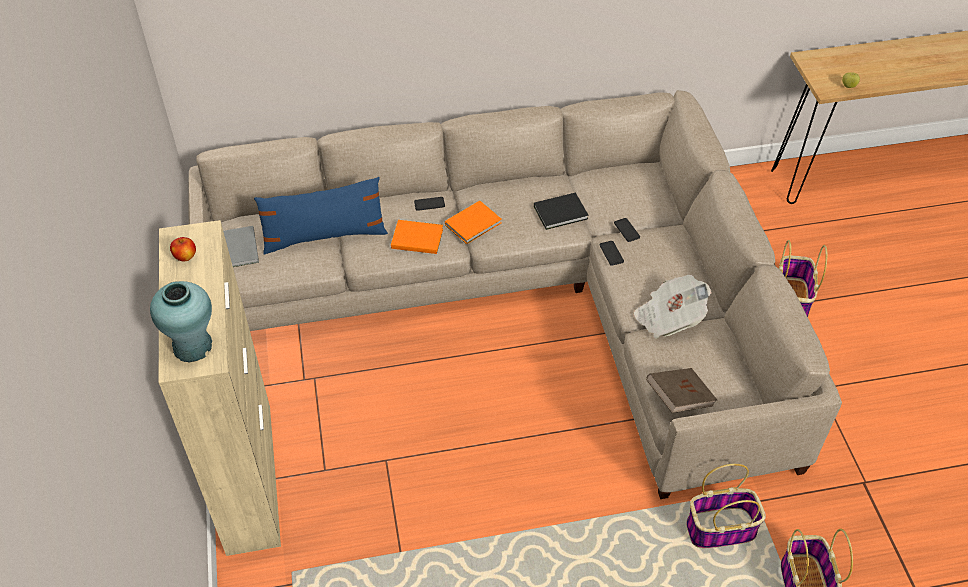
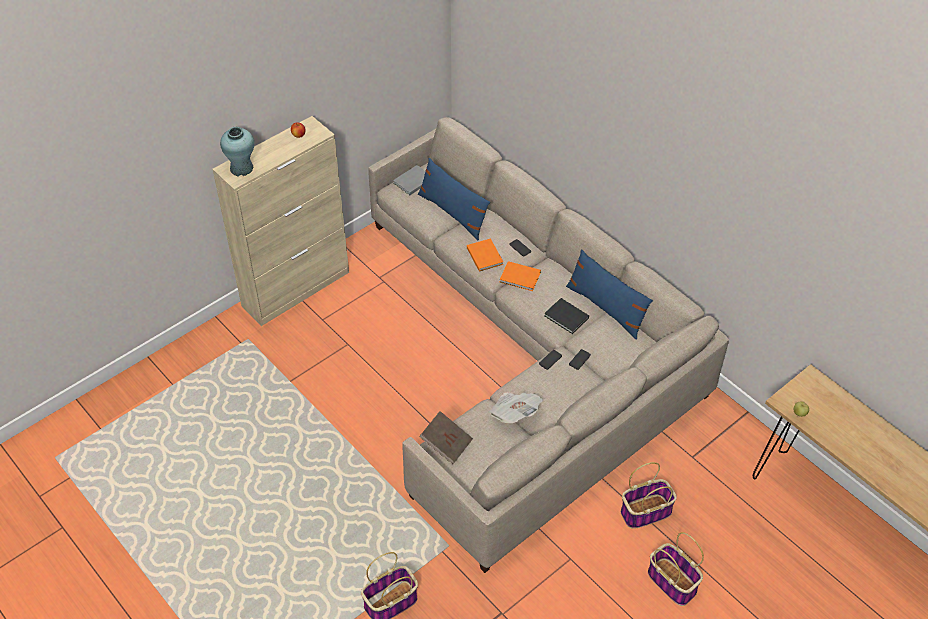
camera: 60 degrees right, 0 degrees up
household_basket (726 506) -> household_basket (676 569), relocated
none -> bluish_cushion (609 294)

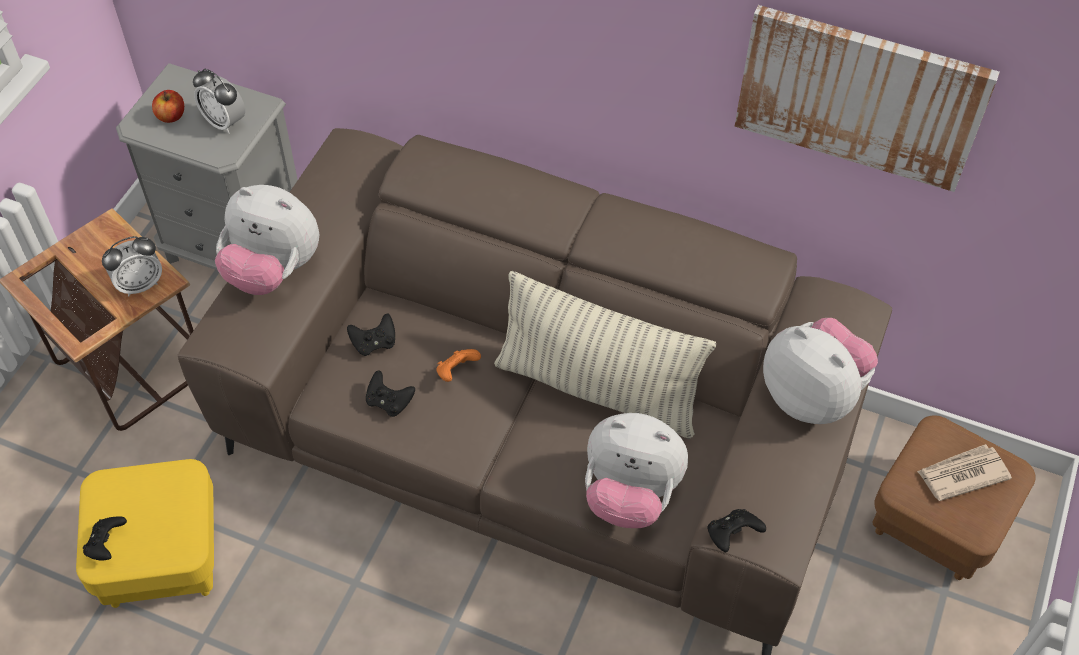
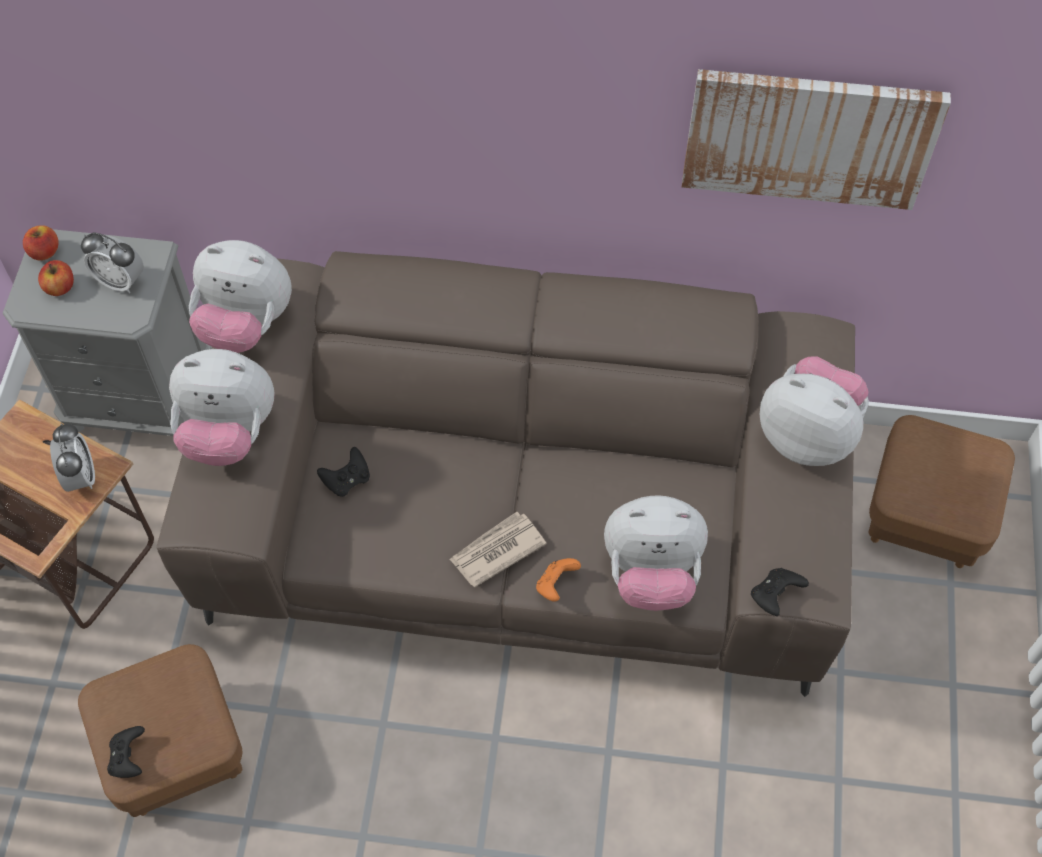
camera: 15 degrees left, 5 degrees up
yellowish_footrest (145 533) -> brownish_footrest (160 730)
bedside_clock (132 266) -> bedside_clock (72 457), 60 degrees counterclockwise
blackish_joypad (390 393) -> none
orange-coloured_joypad (458 365) -> orange-coloured_joypad (558 580), relocated
cushion (605 355) -> none
daily_paper (964 472) -> daily_paper (497 549), relocated
none -> apple_fruit (40 243)
none -> plush_toy (240 296)

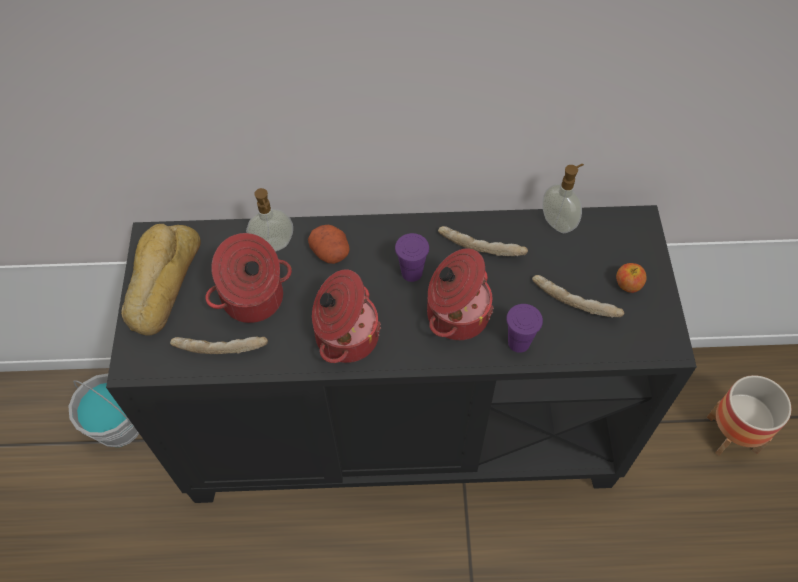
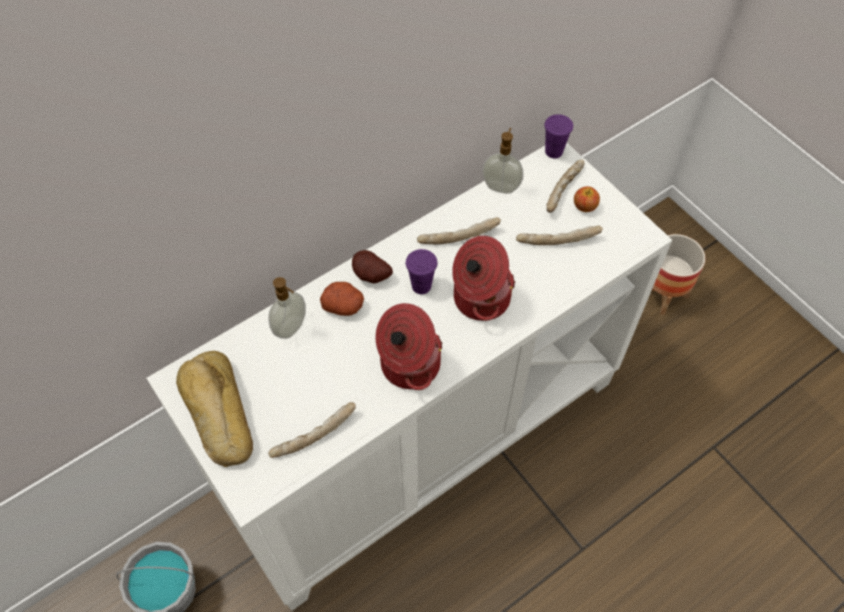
camera: 35 degrees left, 0 degrees up
blackish_cabinet (401 354) -> whitish_cabinet (409 377)
cooking_pot (249 278) -> none
purple-coloured_cup (524 328) -> purple-coloured_cup (559 136), relocated
none -> spud (372 266)
none -> bakery_bread (565 186)

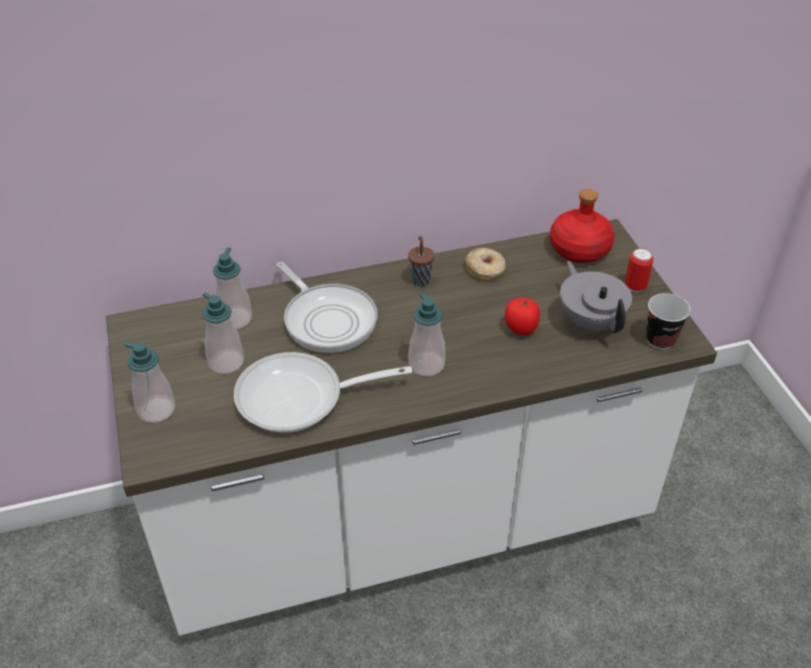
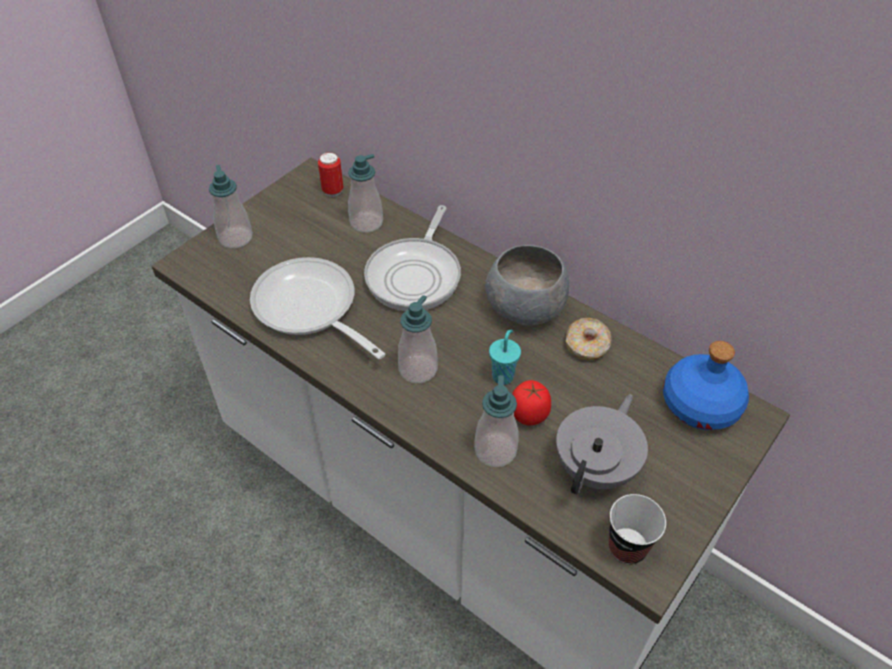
camera: 55 degrees right, 5 degrees up
soap_bottle (223 333) -> soap_bottle (496 421), relocated
brownish_cup (421 261) -> greyish_deep_dish (527 285)
red_bottle (582 226) -> bluish_bottle (706 385)
can (639 270) -> can (331 174), relocated
none -> turquoise-coloured_cup (505 357)

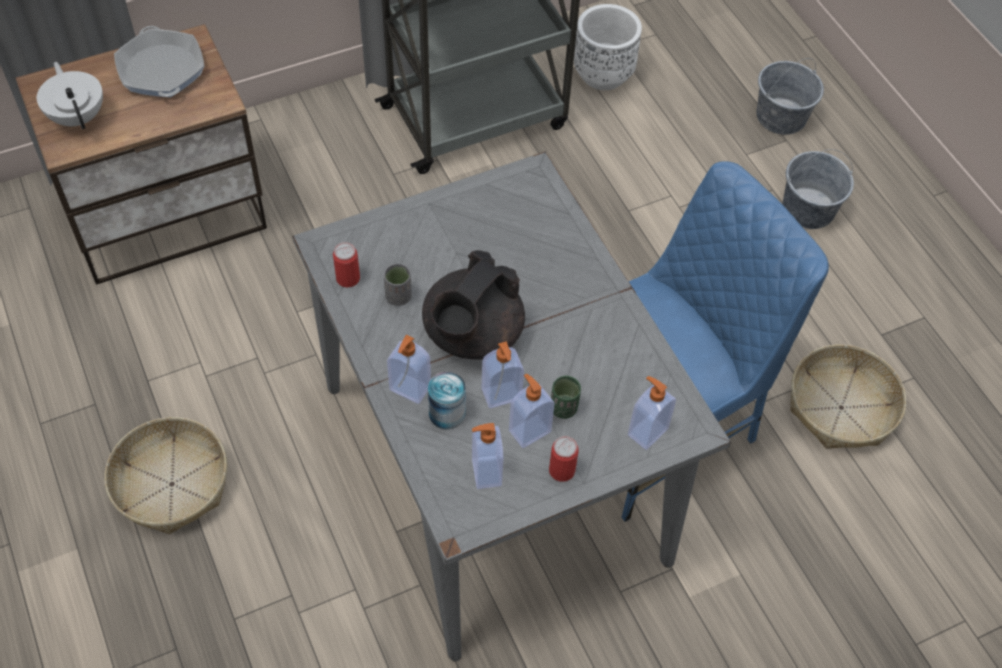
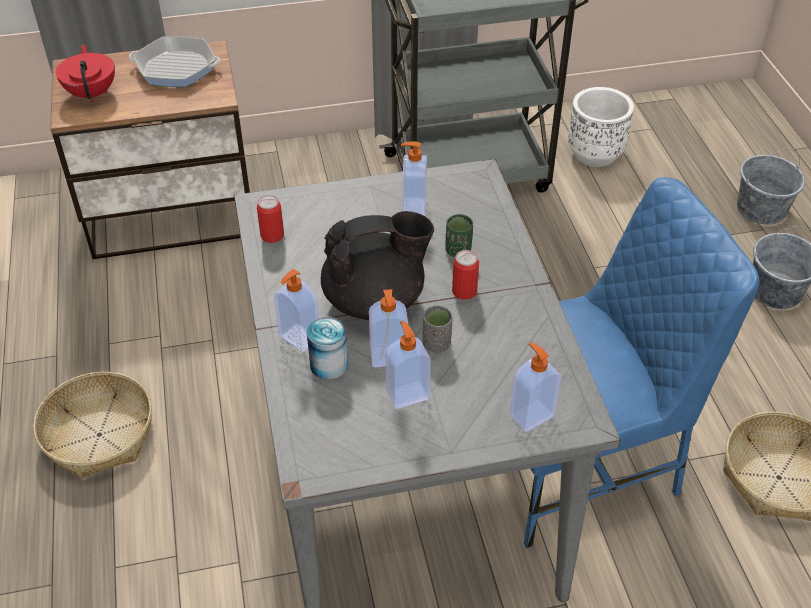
camera: 15 degrees right, 10 degrees down
whitish_pot_for_tea (70 95) -> red_pot_for_tea (85 73)
skillet (159 61) -> skillet (174 61), 75 degrees counterclockwise
greyish_cup (398 285) -> greyish_cup (438 329), relocated
blackish_pot_for_tea (473 305) -> blackish_pot_for_tea (377 265), 150 degrees counterclockwise
soap_bottle (487 456) -> soap_bottle (414 178), relocated
can (564 459) -> can (465 275), relocated
greenish_cup (566 397) -> greenish_cup (459 235), relocated

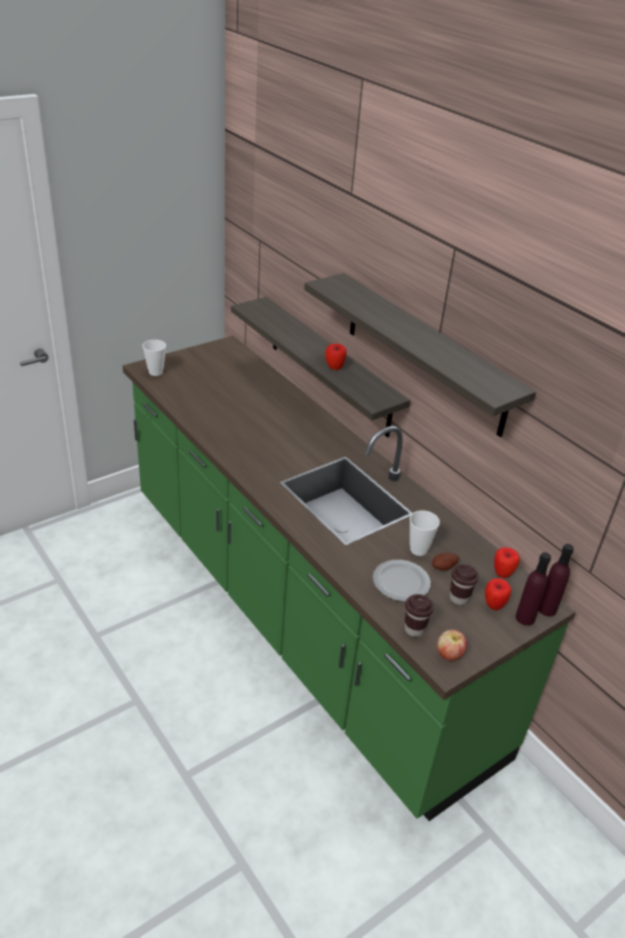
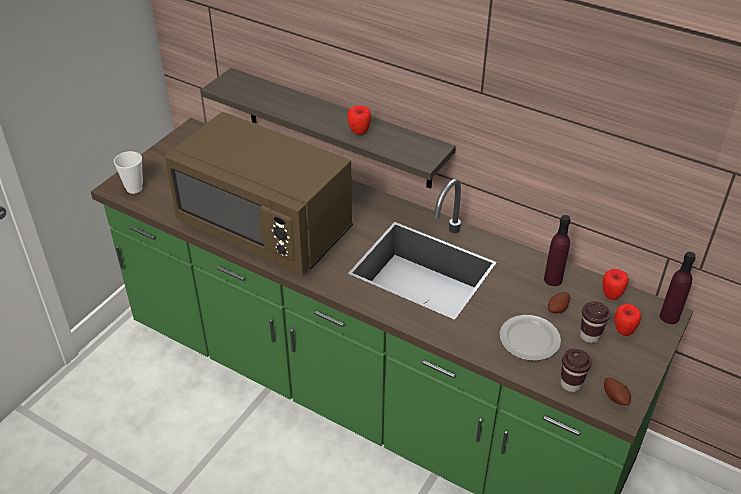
camera: 20 degrees left, 5 degrees up
wall_shelf (420 355) -> none
cup (425 533) -> none
apple_fruit (452 645) -> spud (617 391)
purple-coloured_bottle (533 589) -> purple-coloured_bottle (557 250), relocated
none -> brownish_microwave_oven (259 193)

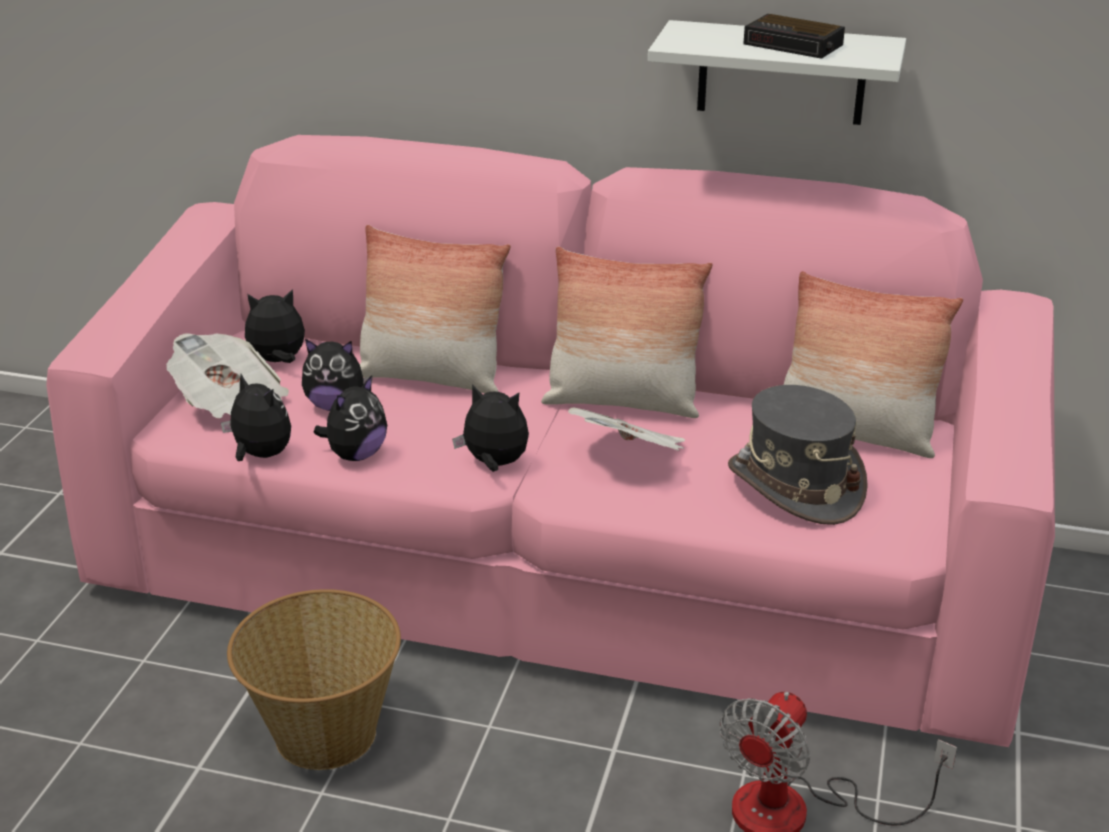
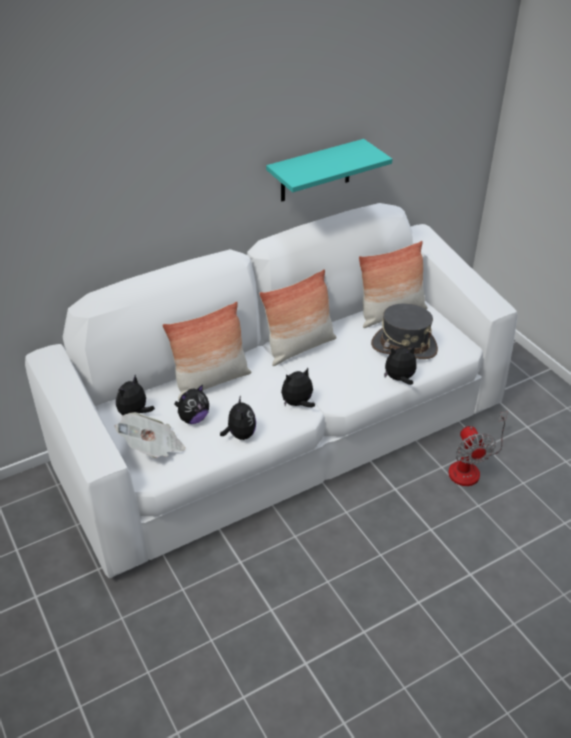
camera: 45 degrees left, 10 degrees up
pink-coloured_couch (550 441) -> whitish_couch (271 390)
plush_toy (256 417) -> plush_toy (400 365), relocated
household_basket (314 679) -> none
daily_paper (626 429) -> none
whitish_wall_shelf (777 72) -> turquoise-coloured_wall_shelf (329 170)
bedside_clock (794 36) -> none

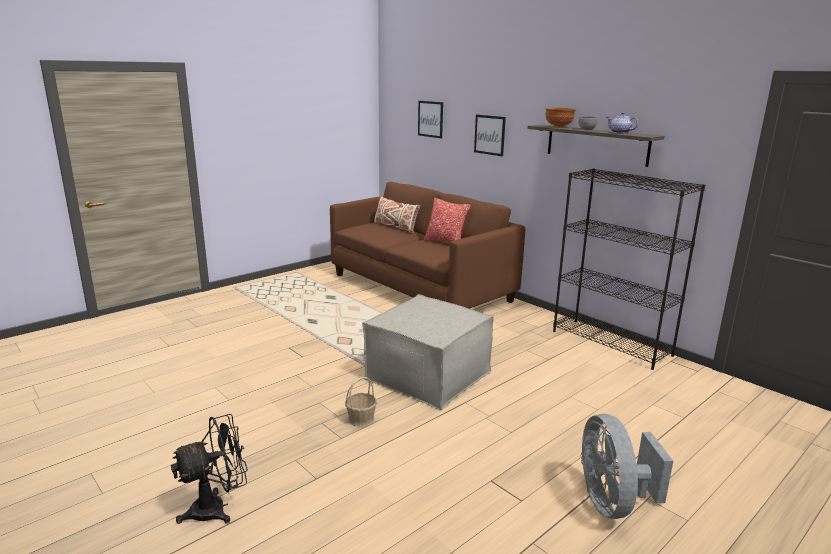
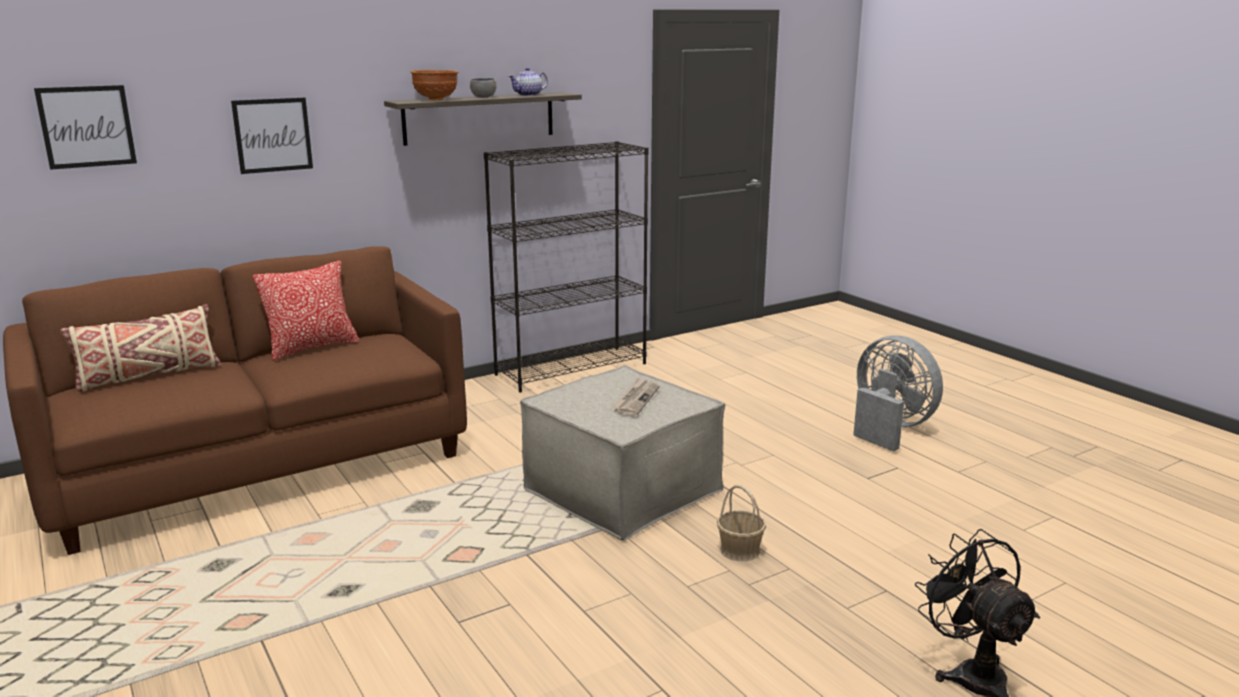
camera: 80 degrees left, 0 degrees up
greyish_fan (627 466) -> greyish_fan (898 394), 135 degrees counterclockwise
none -> daily_paper (636 396)

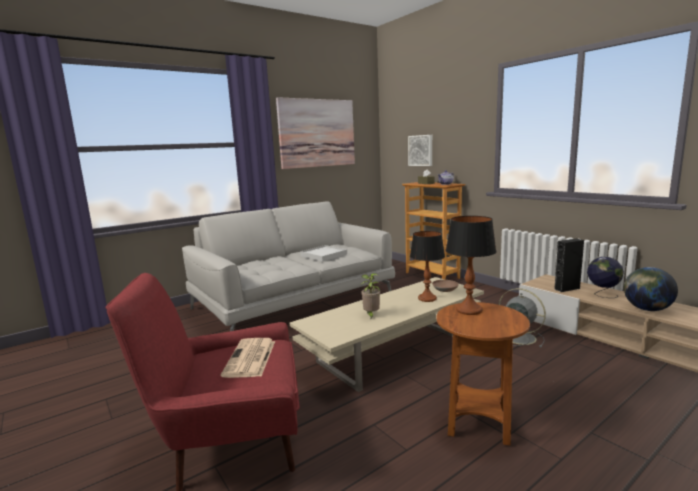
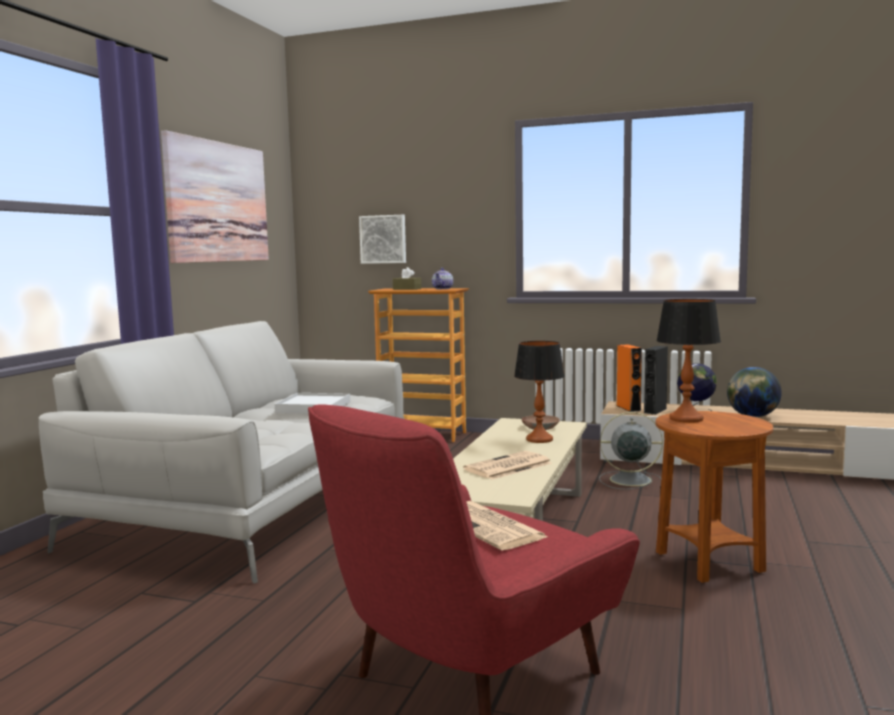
camera: 35 degrees left, 5 degrees down
houseplant (370 295) -> daily_paper (507 465)
none -> orange-coloured_loudspeaker (629 378)

